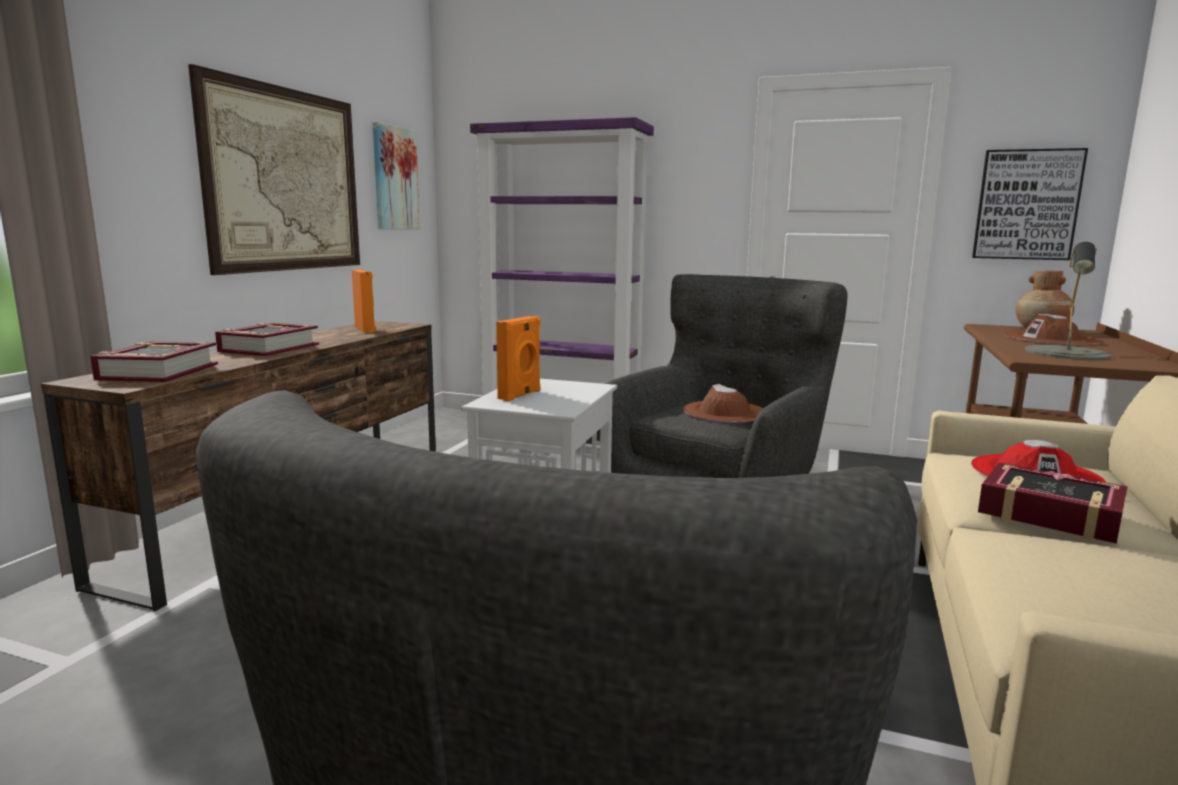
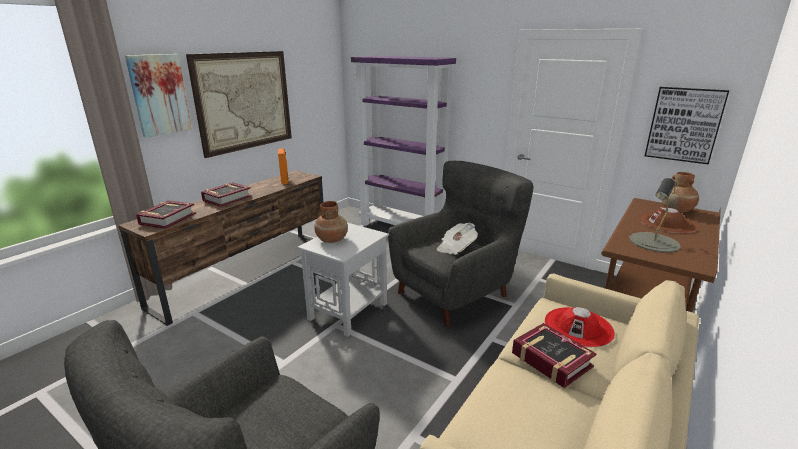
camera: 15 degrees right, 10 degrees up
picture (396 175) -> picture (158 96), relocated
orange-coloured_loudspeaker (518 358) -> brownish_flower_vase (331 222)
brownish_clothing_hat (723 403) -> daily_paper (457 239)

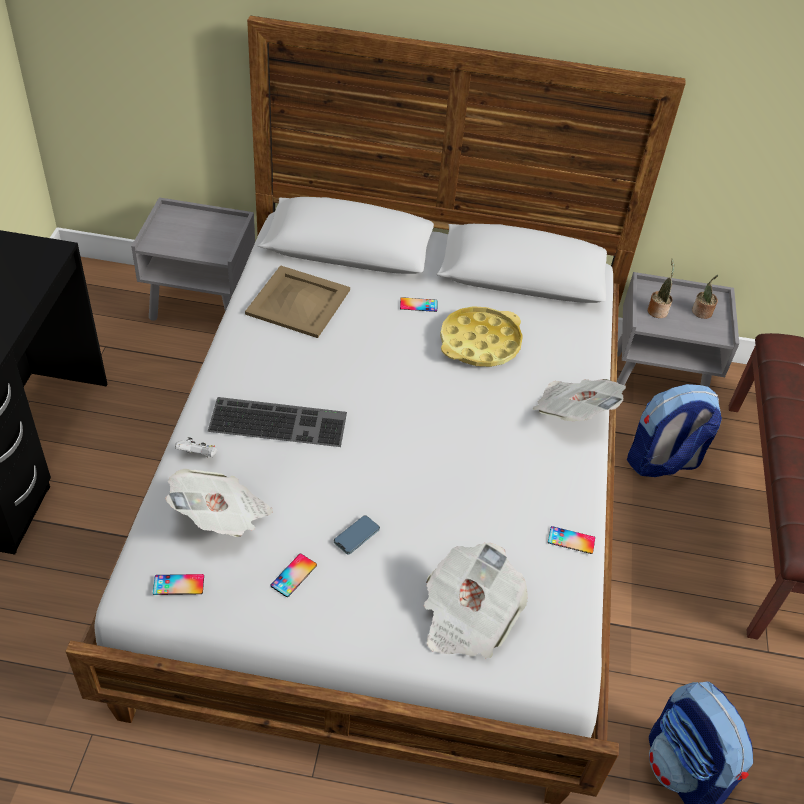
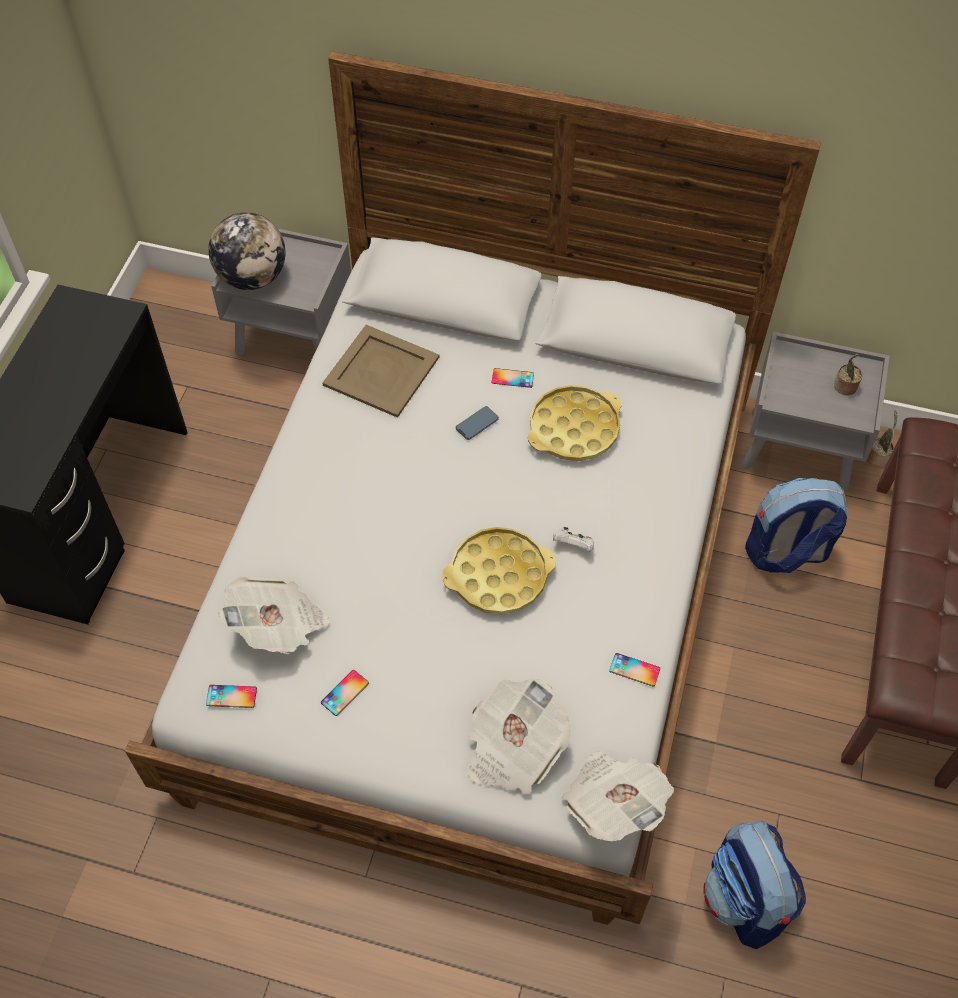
camera: 10 degrees right, 10 degrees up
whitish_joypad (196 447) -> whitish_joypad (573 539), relocated
keyboard (277 422) -> none
phone (357 534) -> phone (477 423), relocated
daily_paper (579 400) -> daily_paper (617 796), relocated
houseplant (660 288) -> houseplant (882 438), relocated
none -> world_globe (246 251)
none -> yellowish_tray (499 570)

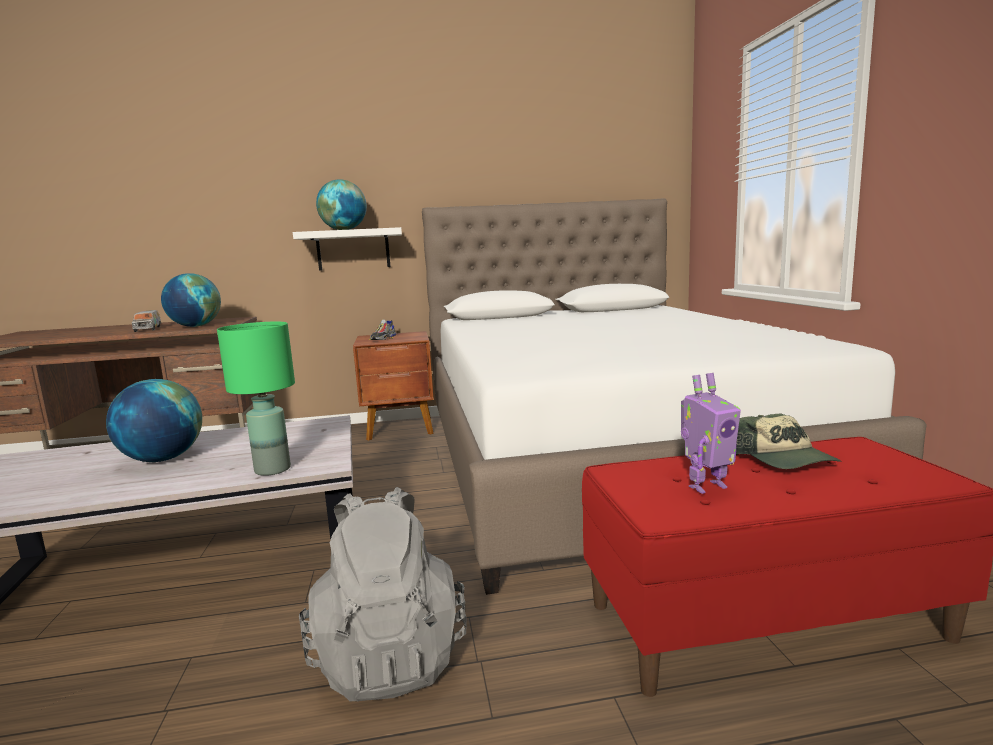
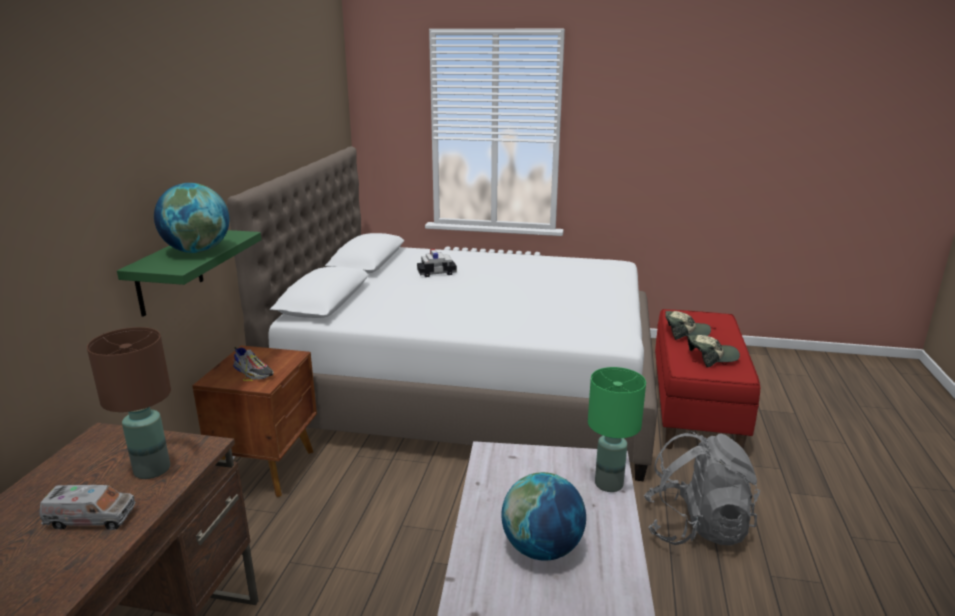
camera: 70 degrees left, 10 degrees up
world_globe (191 300) -> brownish_table_lamp (129 403)
whitish_wall_shelf (347 249) -> greenish_wall_shelf (189 273)
robot_figure (711 433) -> peaked_cap (713 351)
none -> model_car (437 263)

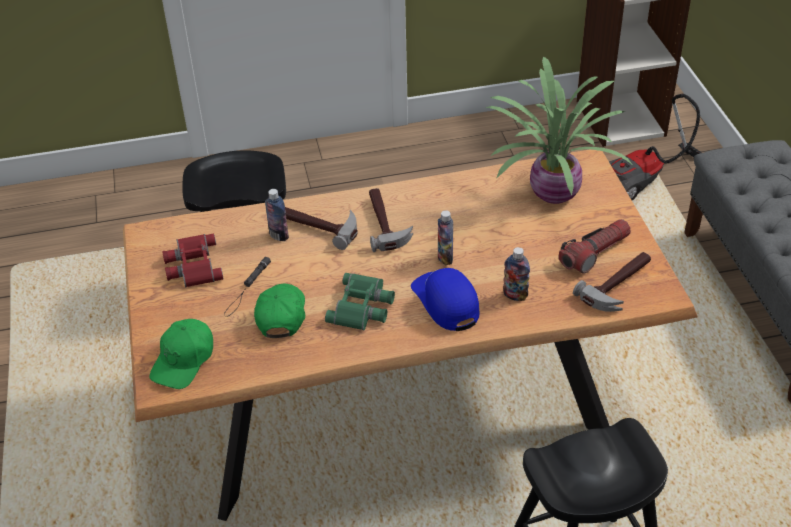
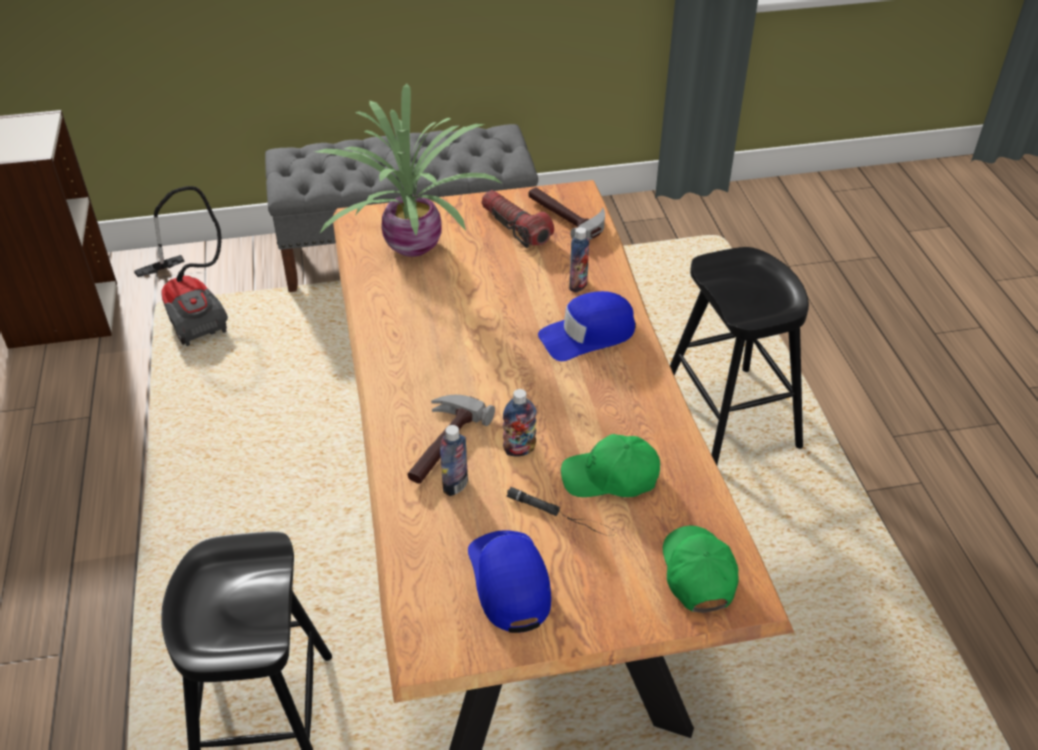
camera: 90 degrees left, 0 degrees up
greenish_peaked_cap (181 354) -> greenish_peaked_cap (701 569), 120 degrees counterclockwise
red_pair_of_binoculars (193 260) -> bluish_peaked_cap (509 581)
greenish_pair_of_binoculars (360 301) -> none
hand_hammer (391 220) -> none
bottle (445 237) -> bottle (520 423), relocated

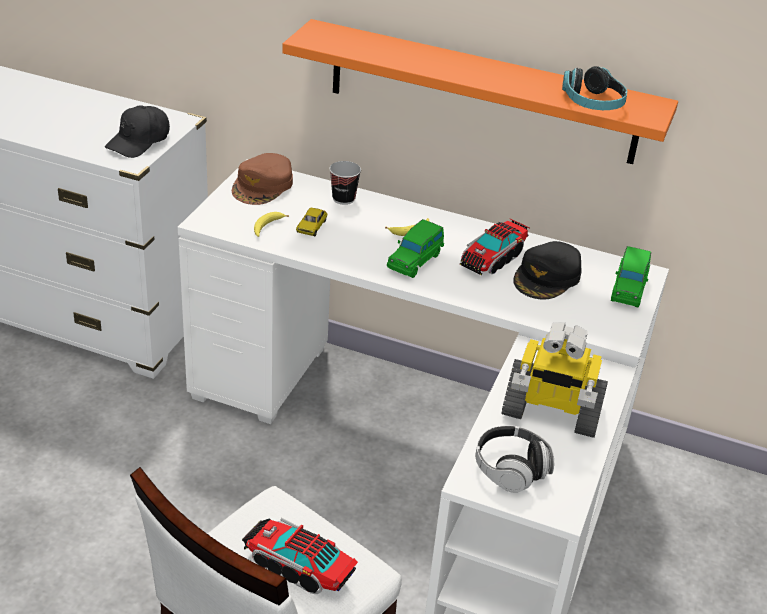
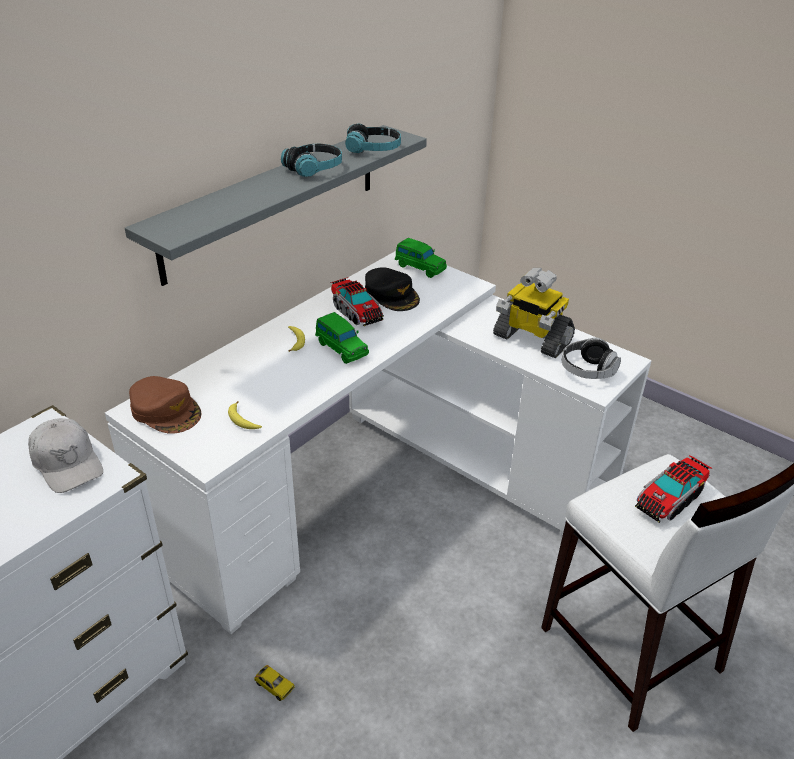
camera: 70 degrees left, 0 degrees up
blackish_peaked_cap (137 131) -> whitish_peaked_cap (65 455)
orange-coloured_wall_shelf (480 91) -> greyish_wall_shelf (276 205)
model_car (311 222) -> model_car (274 683), relocated
cup (345 183) -> none
robot_figure (554 380) -> robot_figure (534 313), 90 degrees clockwise
none -> headset (311 160)

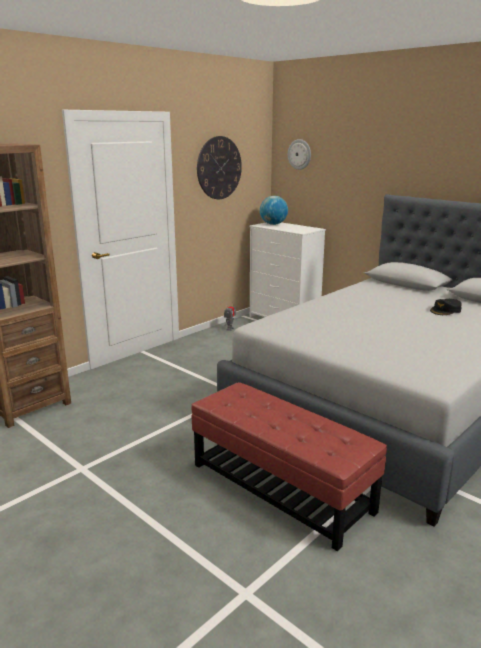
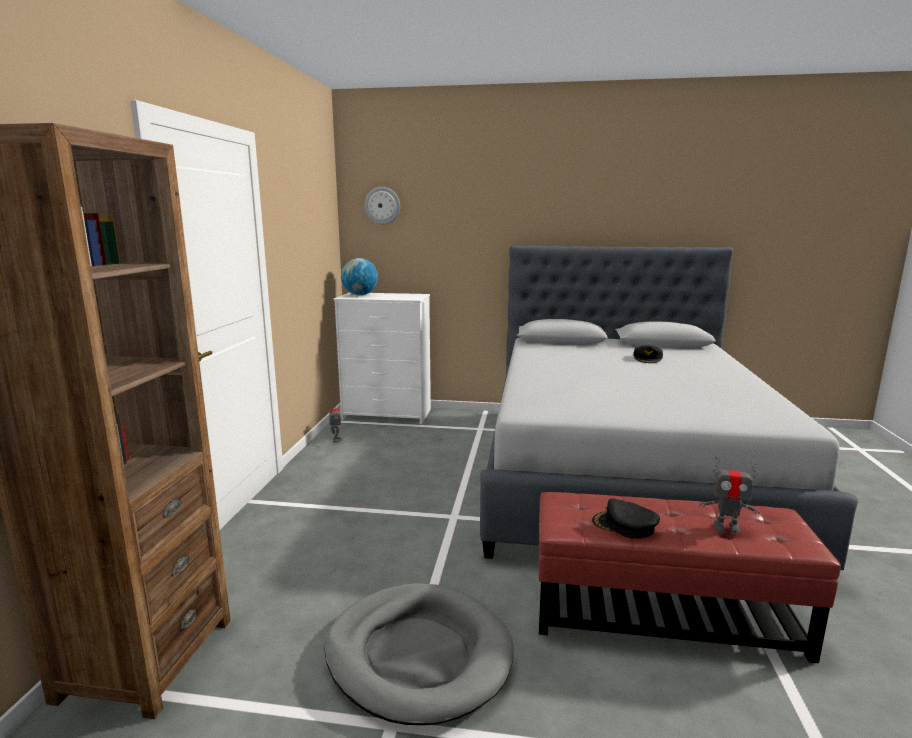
camera: 35 degrees left, 5 degrees down
hanging_clock (219 167) -> none
none -> greyish_pet_bed (419 654)
none -> blackish_peaked_cap (626 518)
none -> robot_figure (730 495)

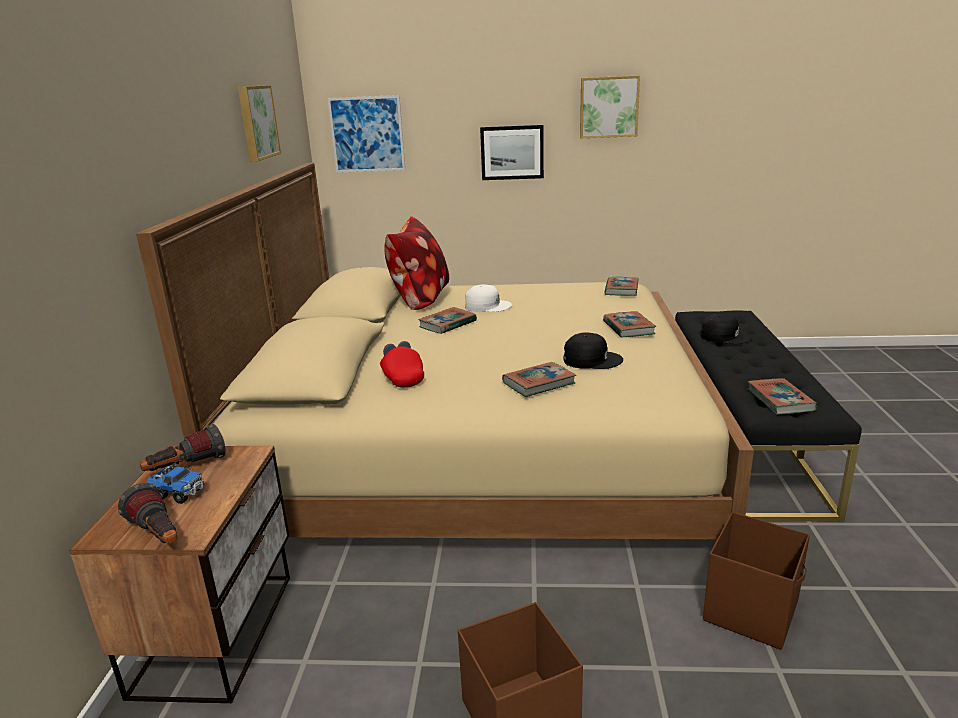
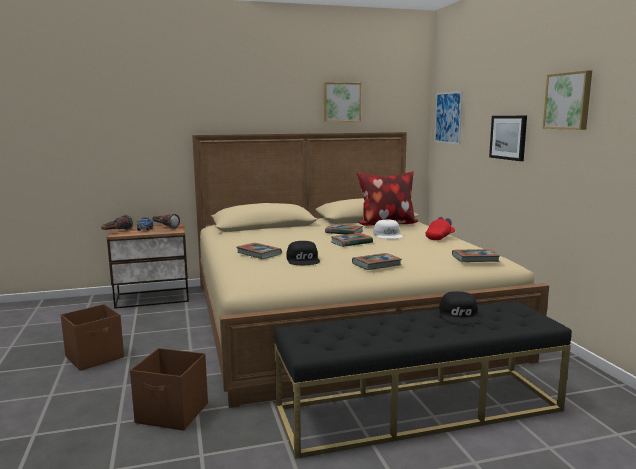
camera: 70 degrees right, 10 degrees down
red_peaked_cap (402 364) -> red_peaked_cap (440 228), relocated
bound_book (783 396) -> bound_book (352 240), relocated

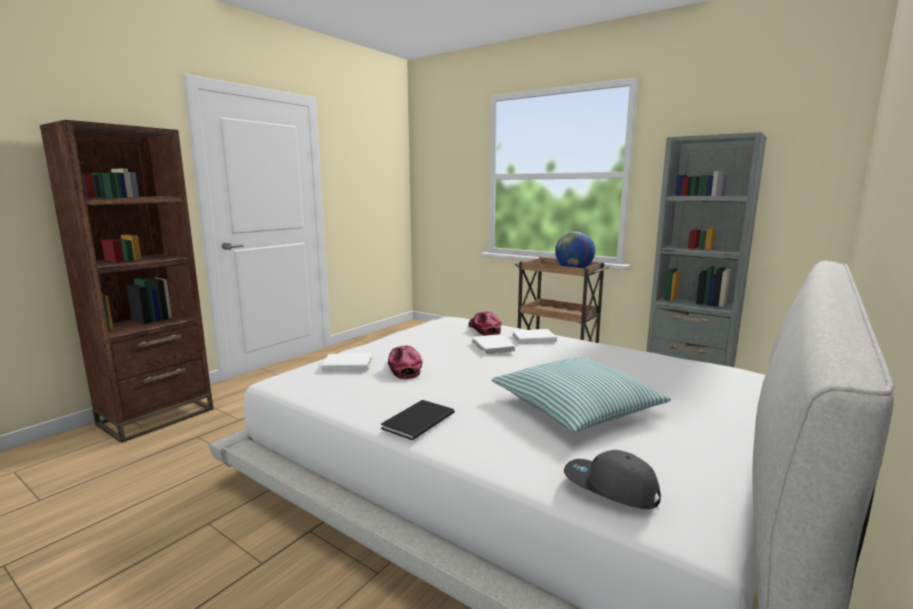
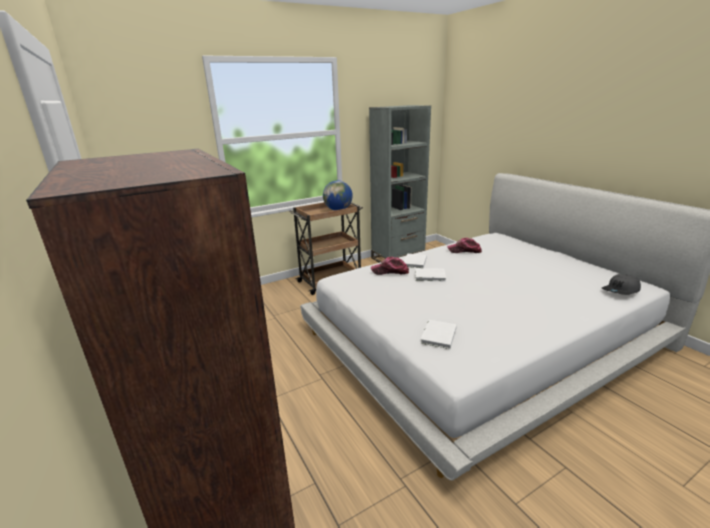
camera: 65 degrees left, 10 degrees up
blackish_bound_book (418 420) -> none
peaked_cap (405 362) -> peaked_cap (464 245), relocated
cushion (581 395) -> none

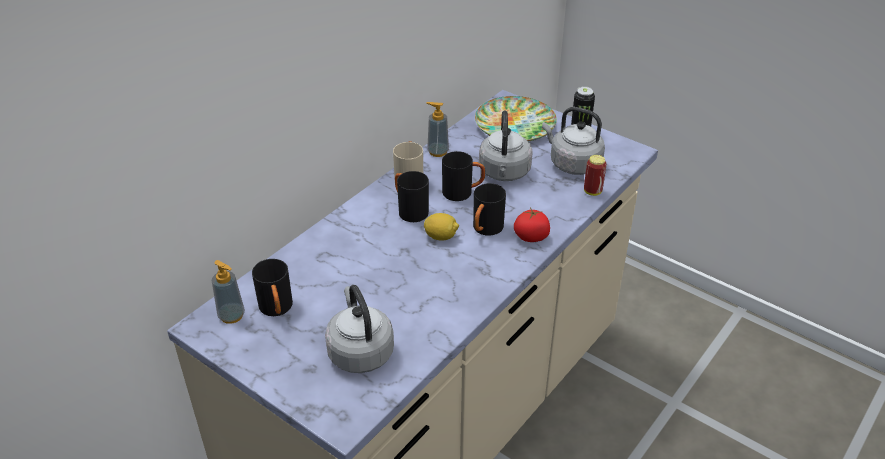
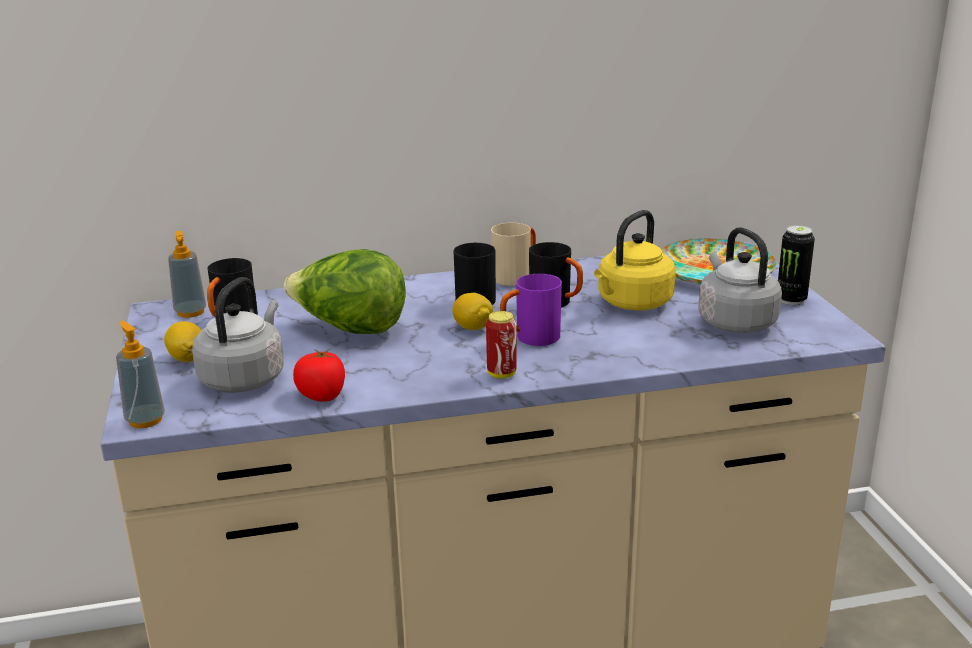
camera: 40 degrees right, 15 degrees down
soap_bottle (437 129) -> soap_bottle (140 374), relocated
blackish_tea_mug (489 209) -> purple-coloured_tea_mug (531 310)
greyish_kettle (506 145) -> yellowish_kettle (635 260)
tomato (532 225) -> tomato (319 375), relocated
can (595 175) -> can (501 344), relocated
none -> whole_lemon (182 341)
none -> head_of_lettuce (345 291)

